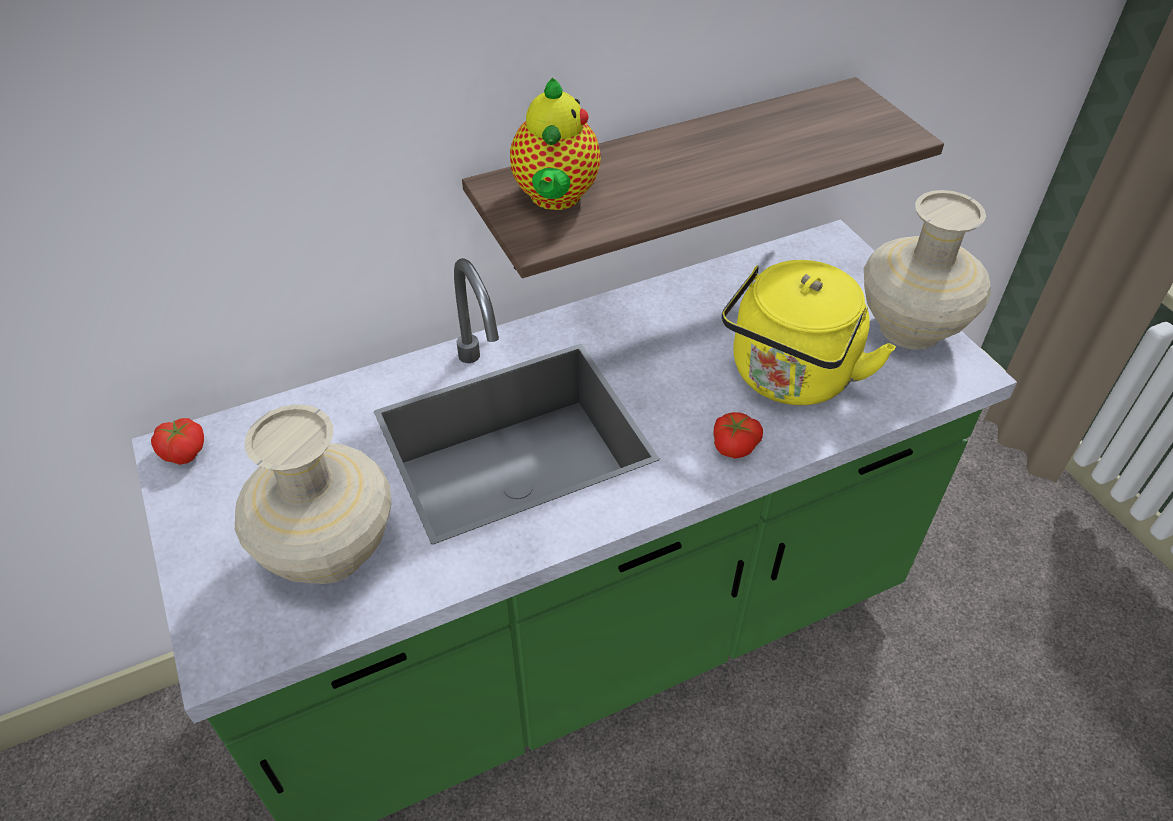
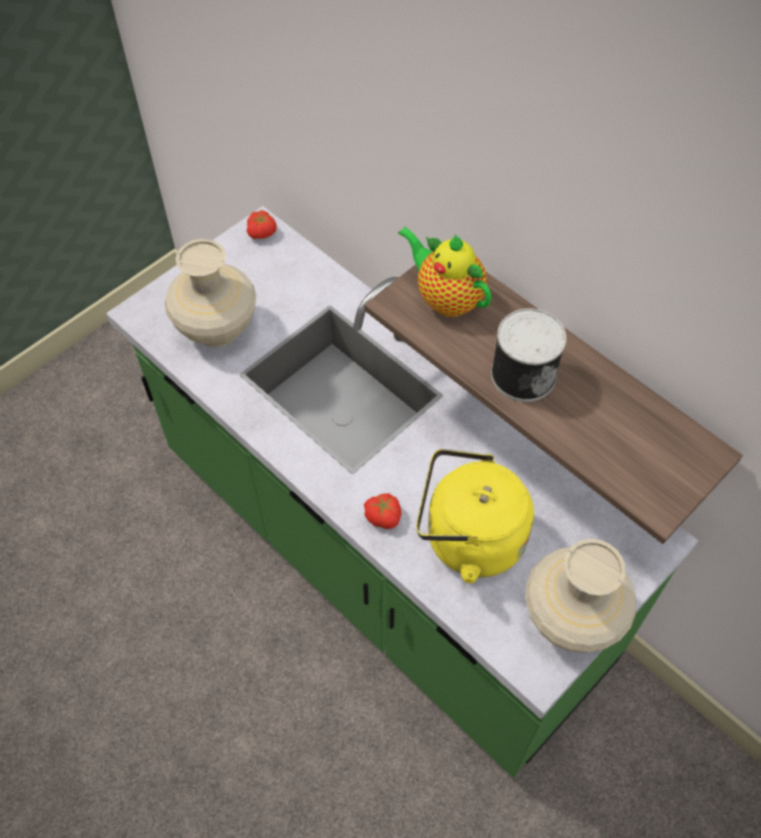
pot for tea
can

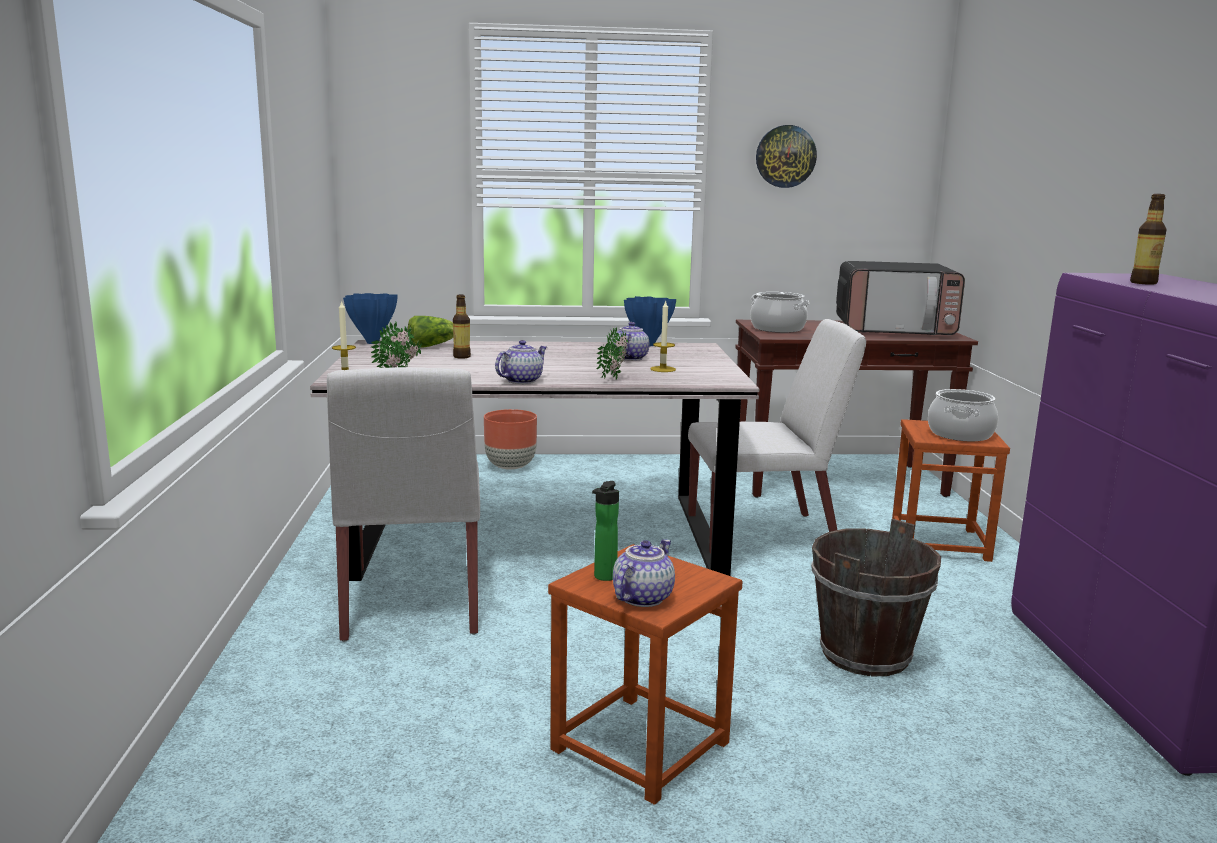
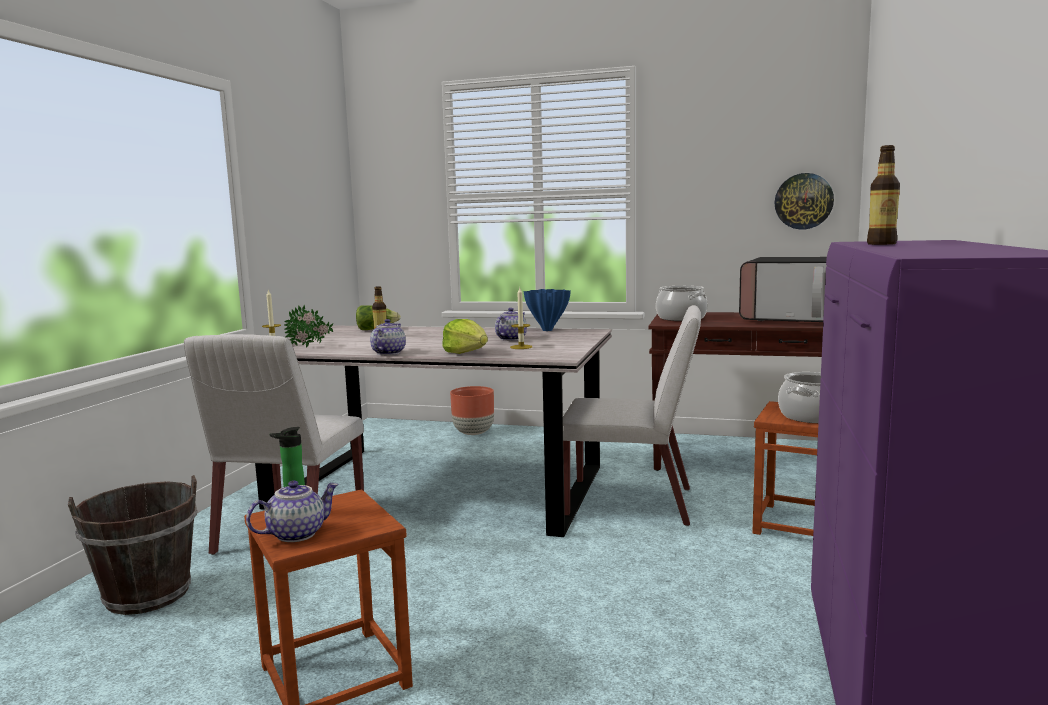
clock on the wall
flower vase (blue) (no. 1 from left in the first image)
head of lettuce (no. 2 from left)
pot for tea (no. 2 from left)
bucket (brown)

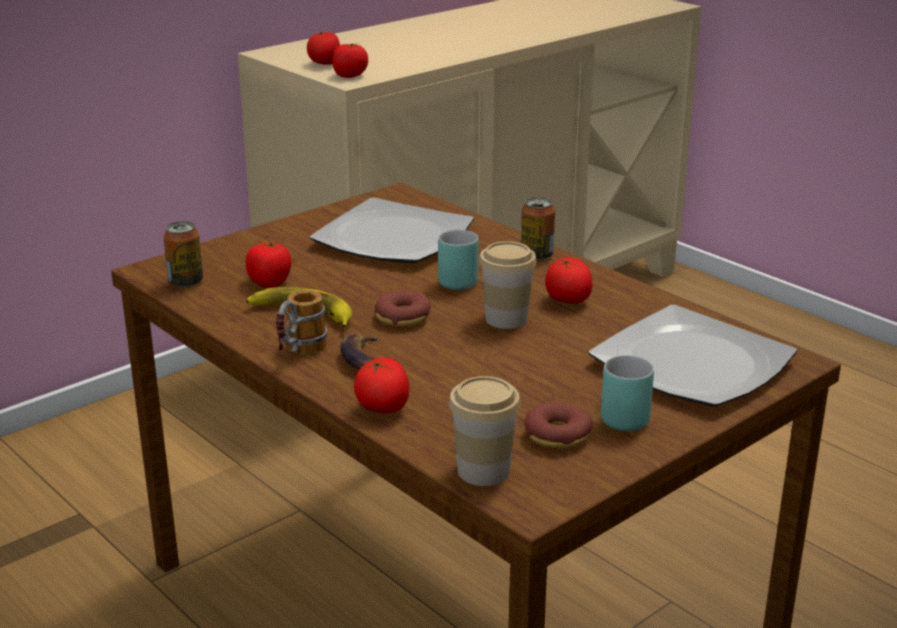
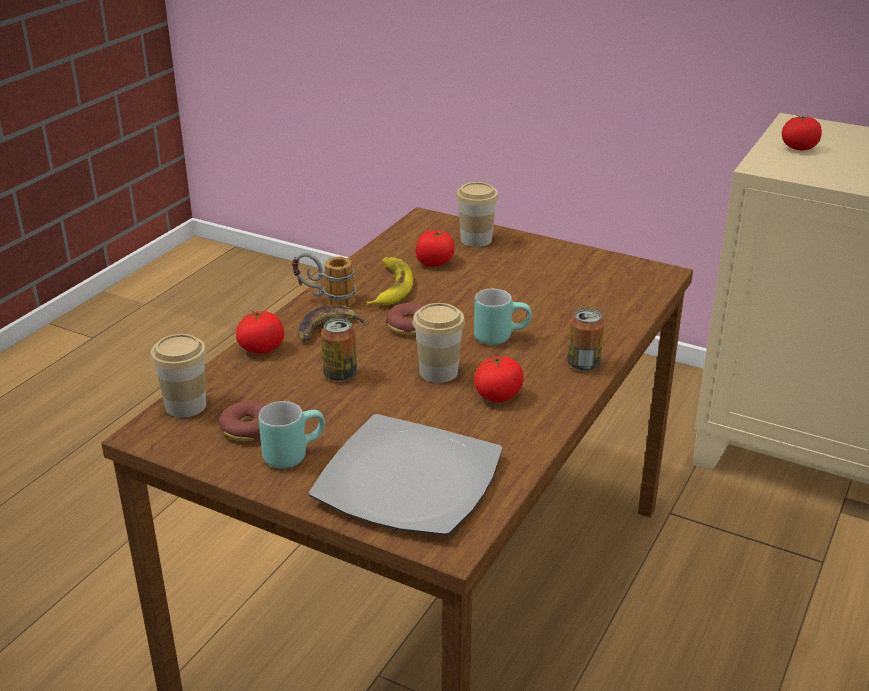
whole tomato (no. 3 from left in the first image)
dinner plate (no. 1 from left in the first image)
can (no. 1 from left)
small cup (no. 3 from left)

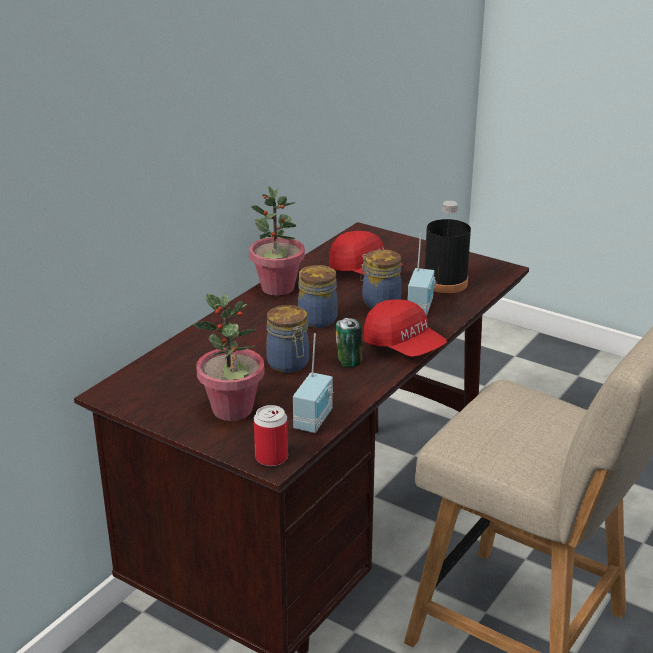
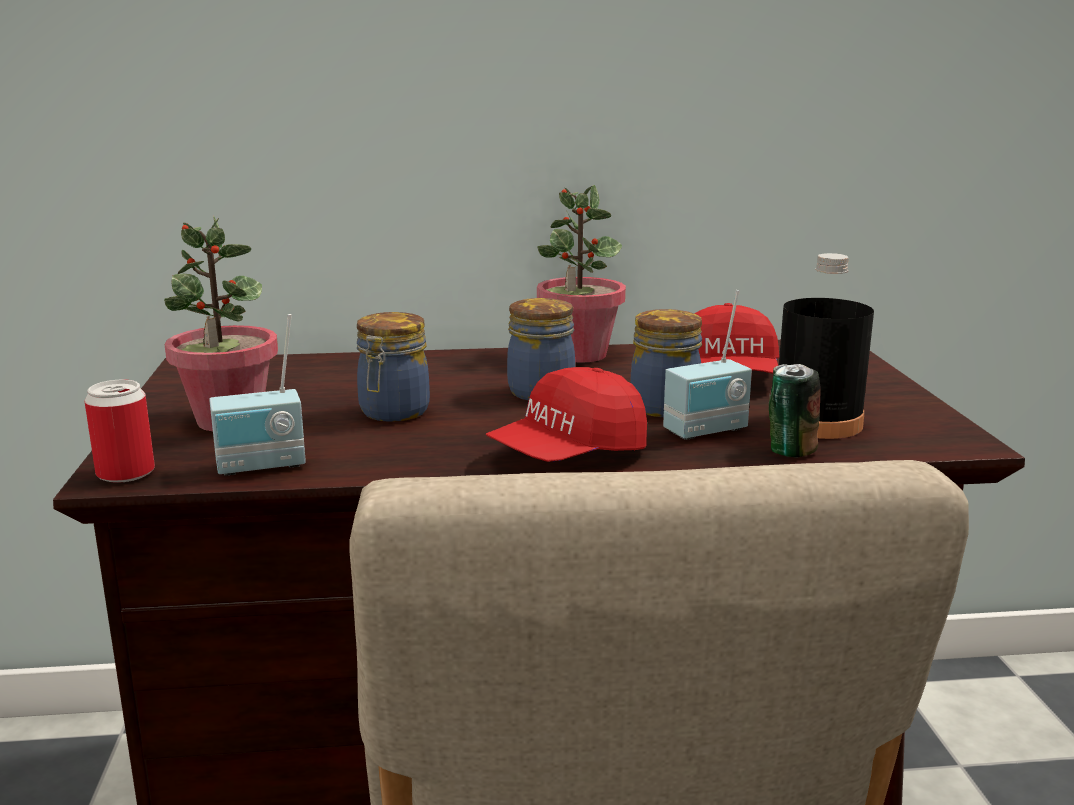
cap (reddish) (no. 1 from left)
can (no. 2 from left)

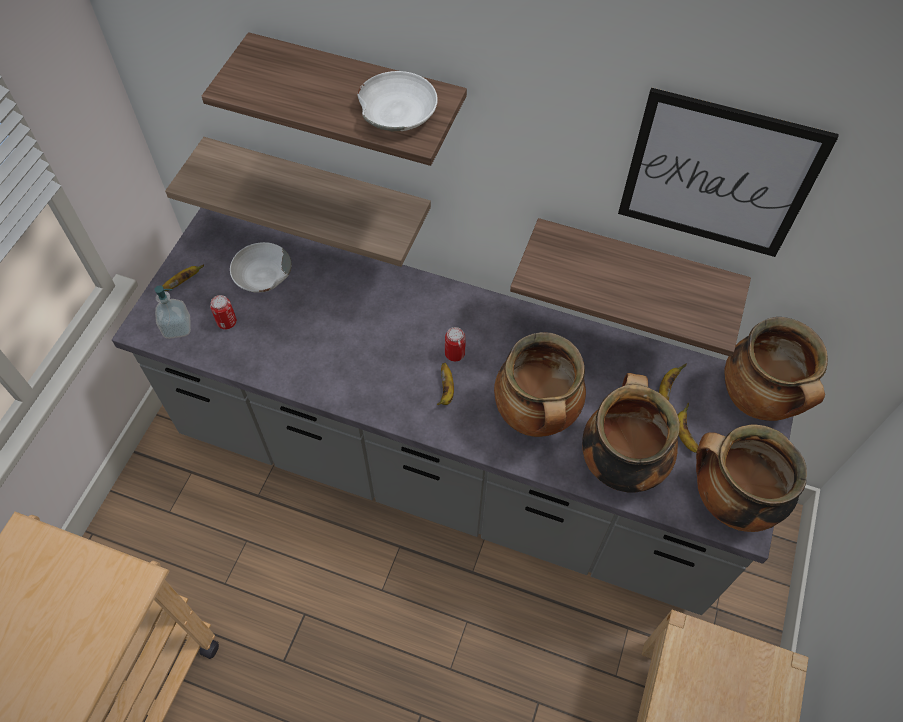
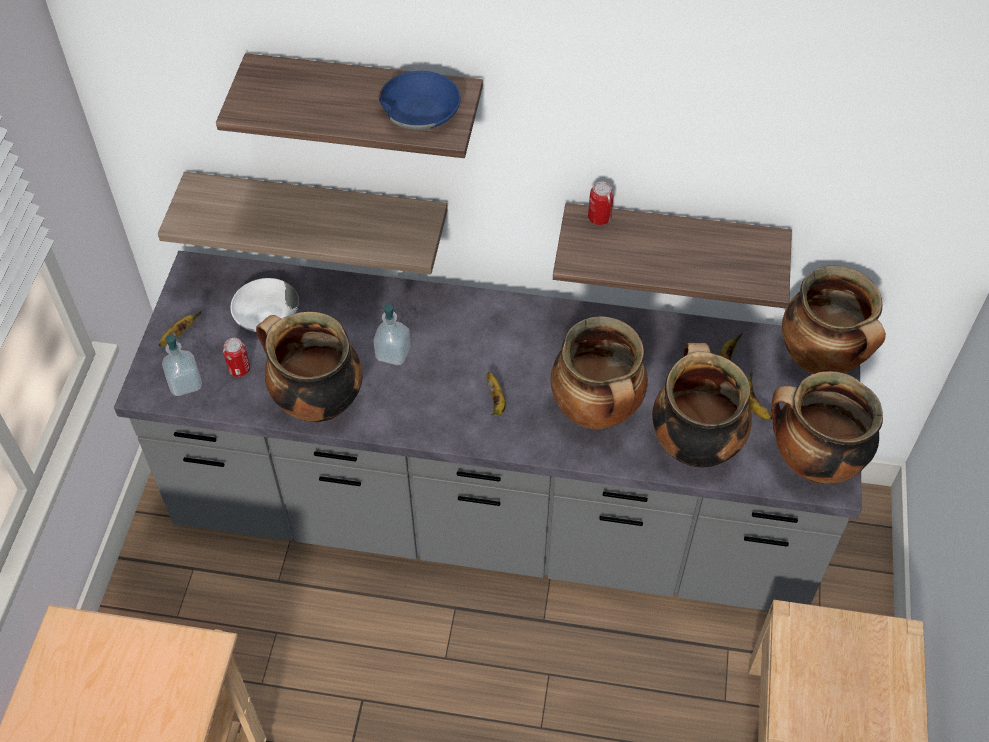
serving bowl (blue)
picture
can (no. 2 from left)
liquid soap bottle (no. 2 from left)
stockpot (no. 1 from left)

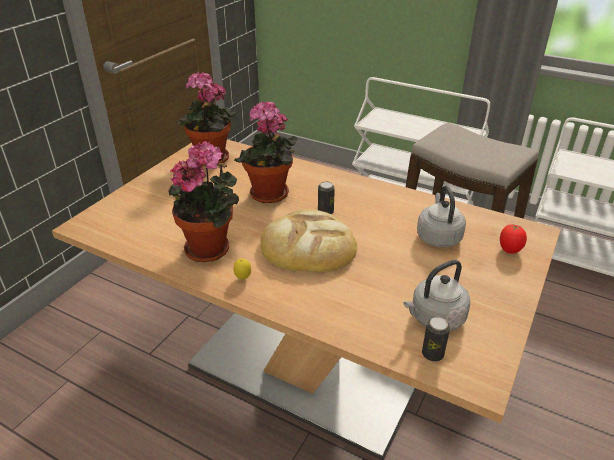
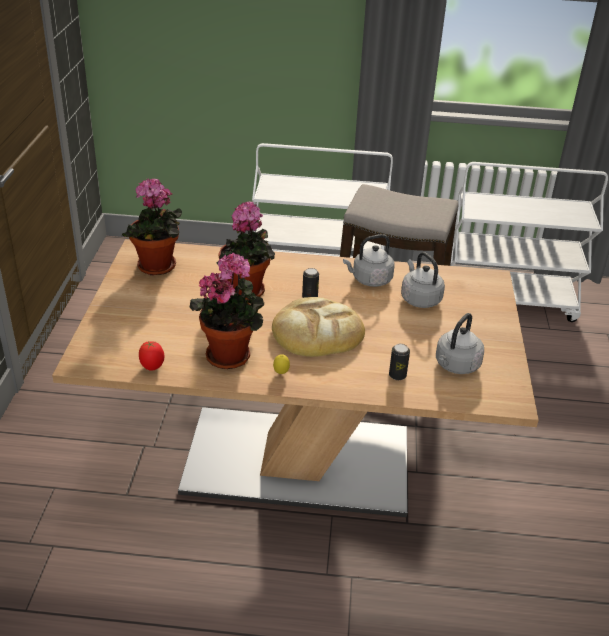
whole tomato
can (no. 2 from left)
tea kettle (greyish) (no. 1 from left)

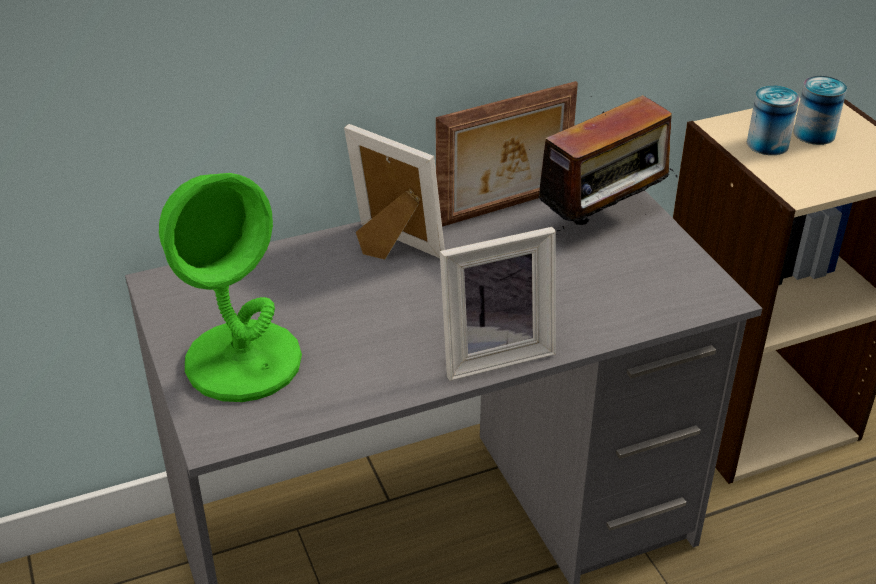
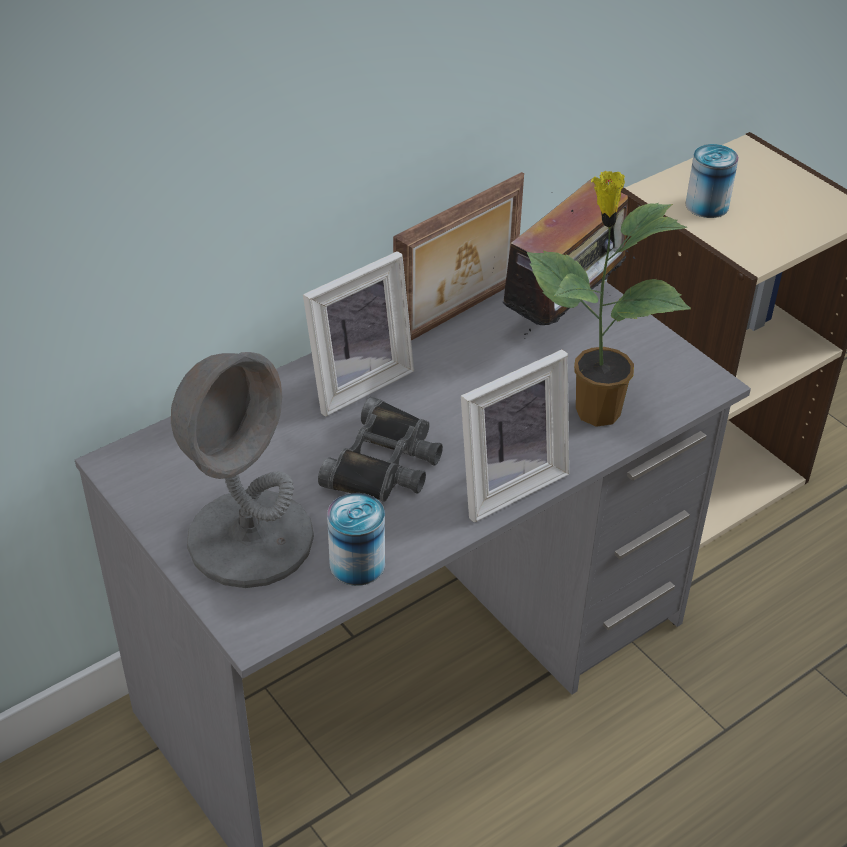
can (no. 1 from left)
photo frame (no. 1 from left)
tabletop lamp (greyish)
houseplant
binoculars (black)

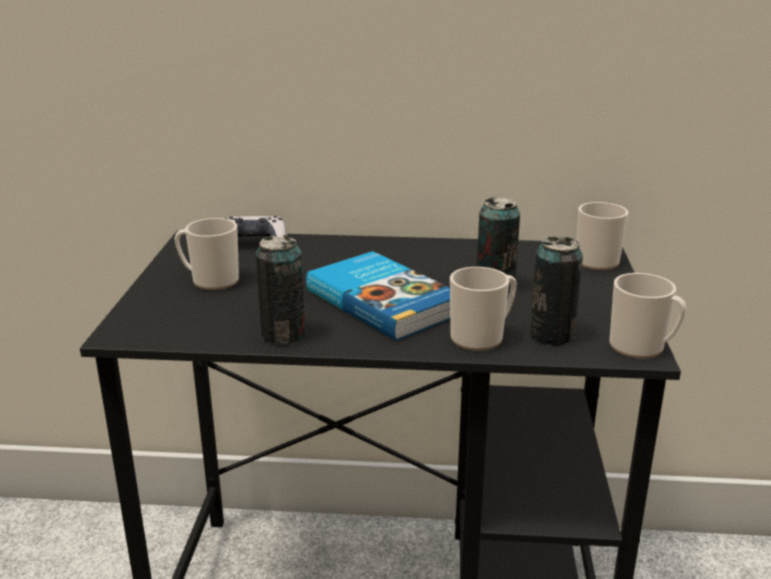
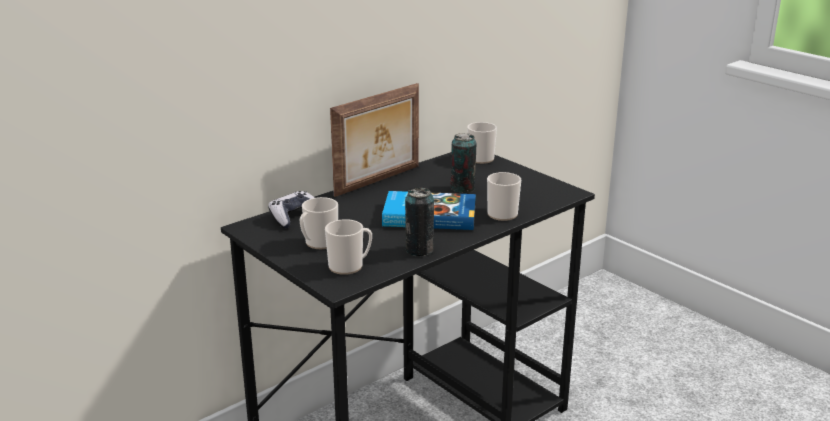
can (no. 3 from left in the first image)
tea mug (no. 2 from left)
photo frame

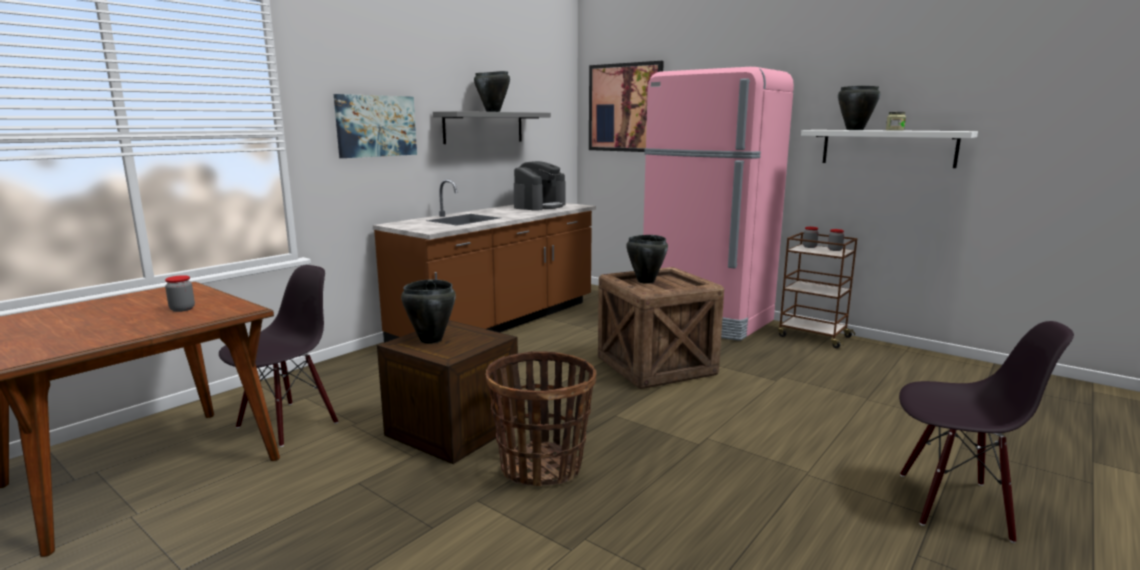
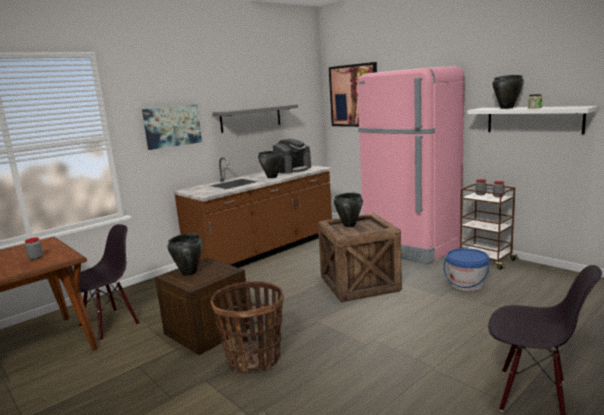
stockpot (black) (no. 2 from left)
bucket (blue)

